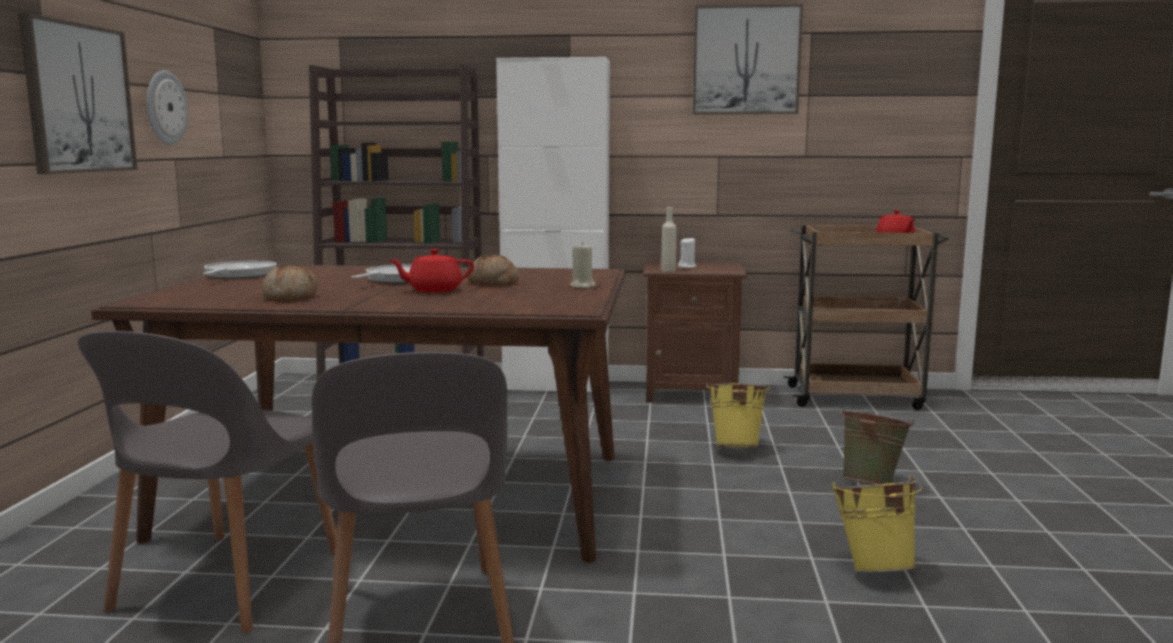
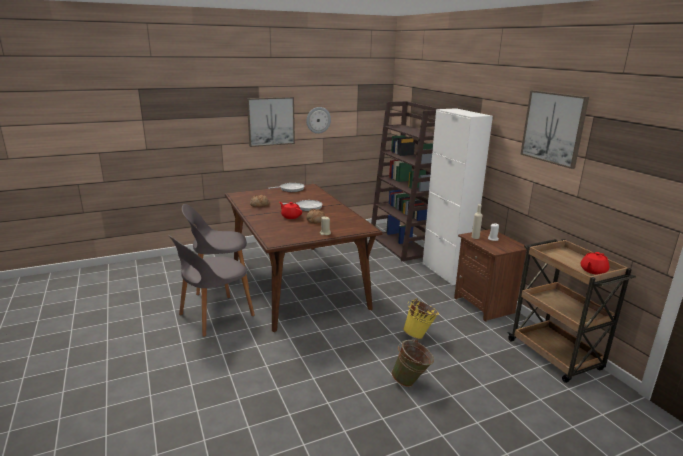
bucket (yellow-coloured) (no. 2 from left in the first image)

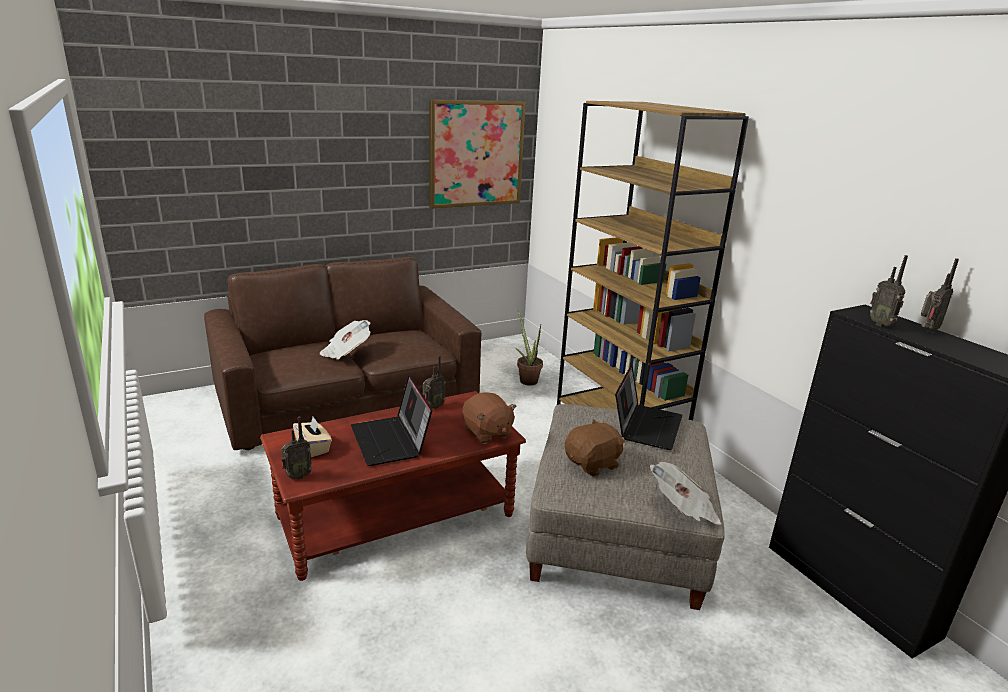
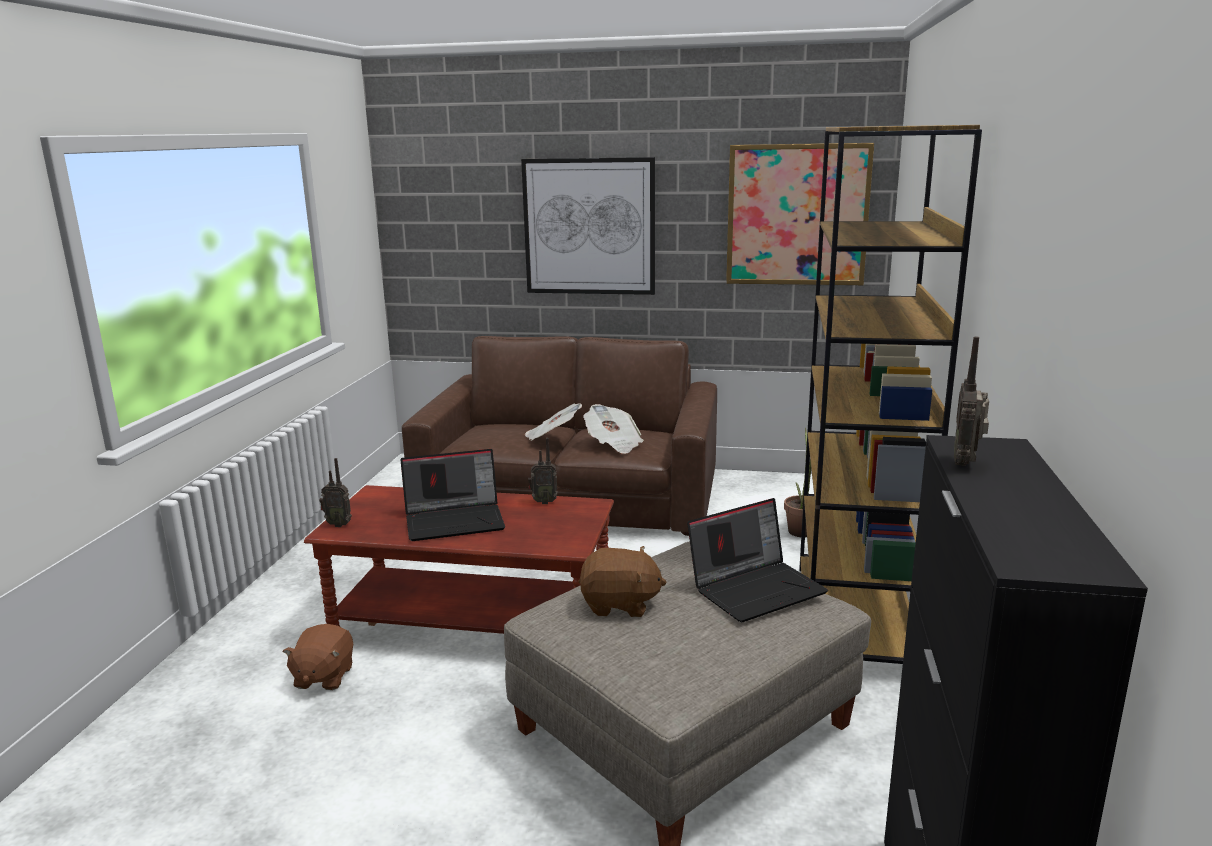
radio set (no. 4 from left in the first image)
portable computer (no. 1 from left)
cuddly toy (brown) (no. 1 from left)
tissue holder (sand-coloured)
printed paper (no. 2 from left)
picture (no. 1 from left)

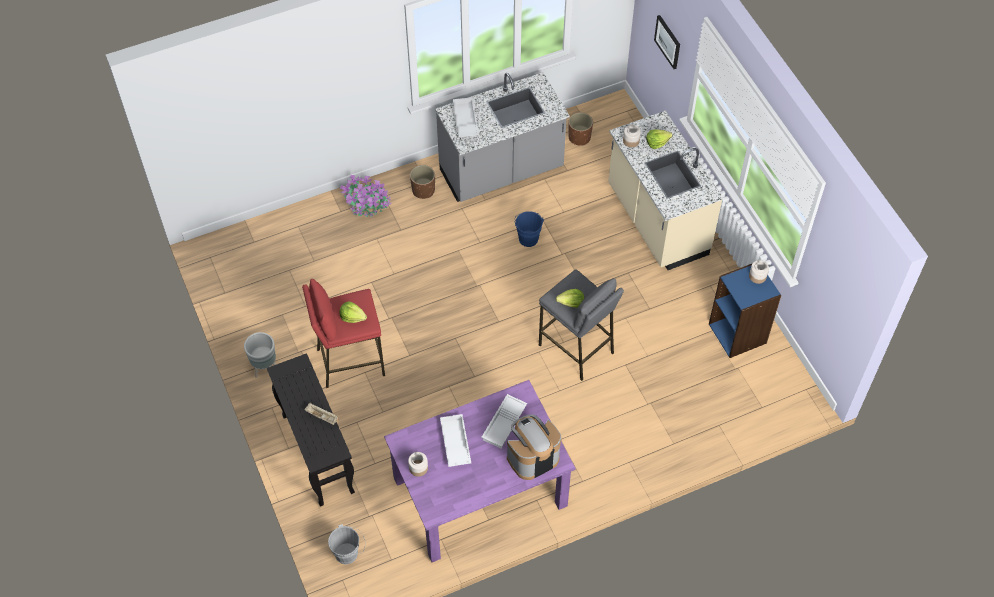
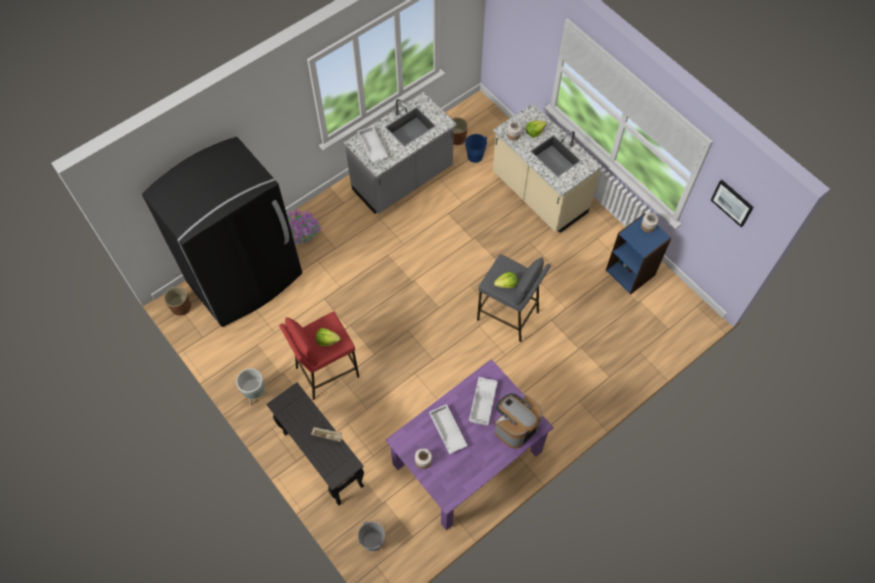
picture
planter (brown) (no. 1 from left)
bucket (blue)
fridge (black)

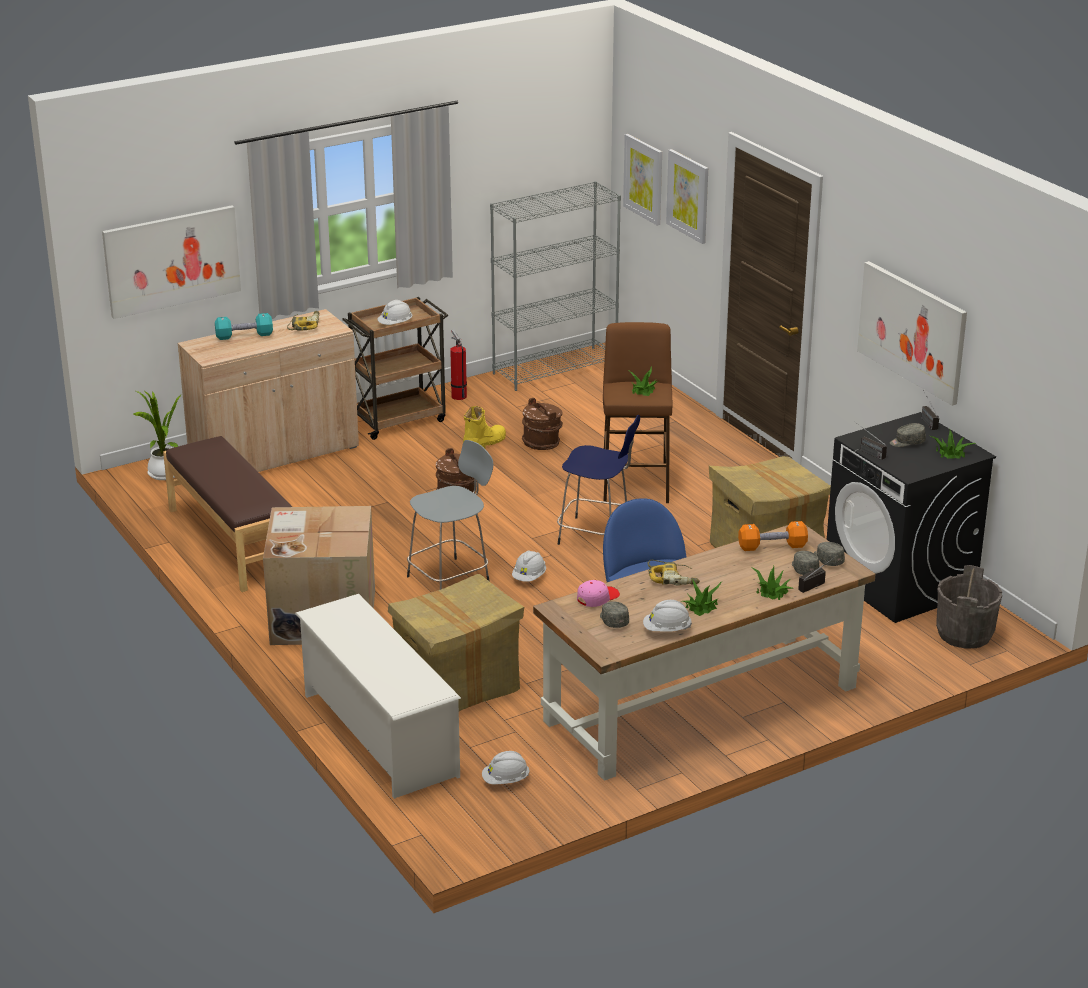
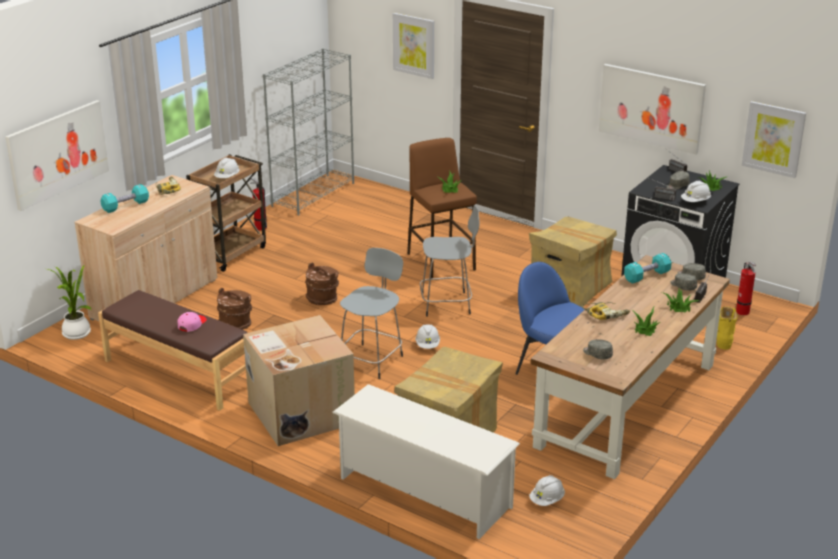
picture (no. 4 from left)
bucket (brown) (no. 1 from left)
high-top boot (yellow-coloured)
sitting stool (greyish) (no. 2 from left)
hand weight (turquoise-coloured) (no. 2 from left)
fire-fighting cylinder (no. 2 from left)
cap (pink-coloured)
hard hat (whitish) (no. 4 from left)

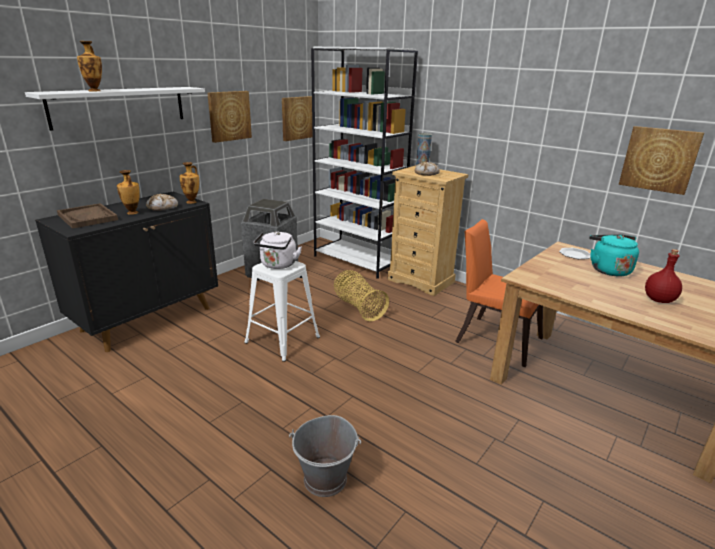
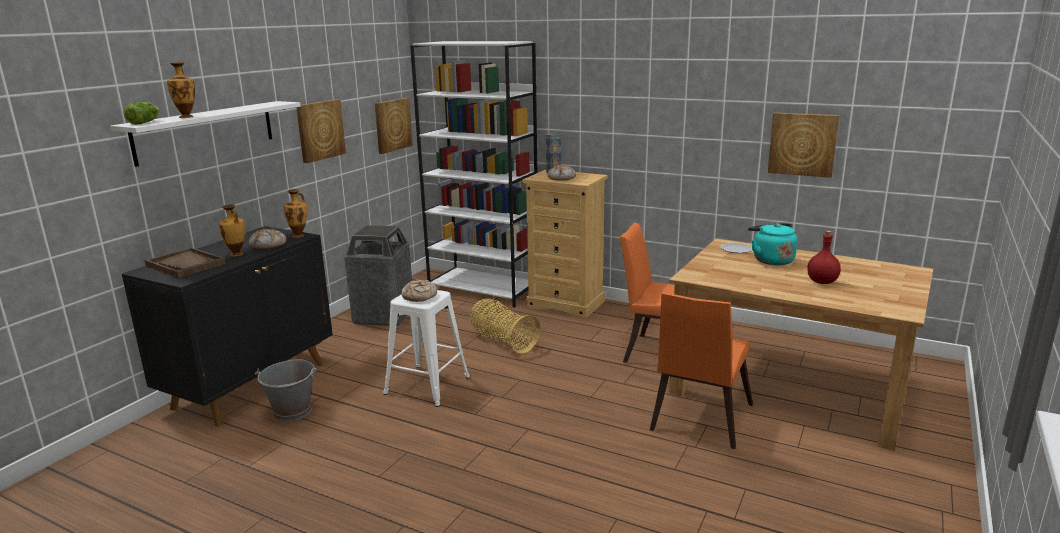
baked bread (no. 2 from left)
bucket (greyish)
head of lettuce
plain chair (orange) (no. 2 from left)

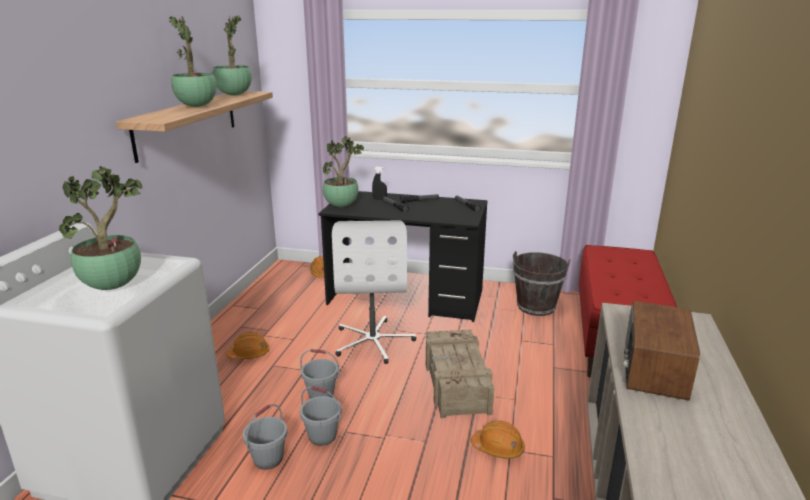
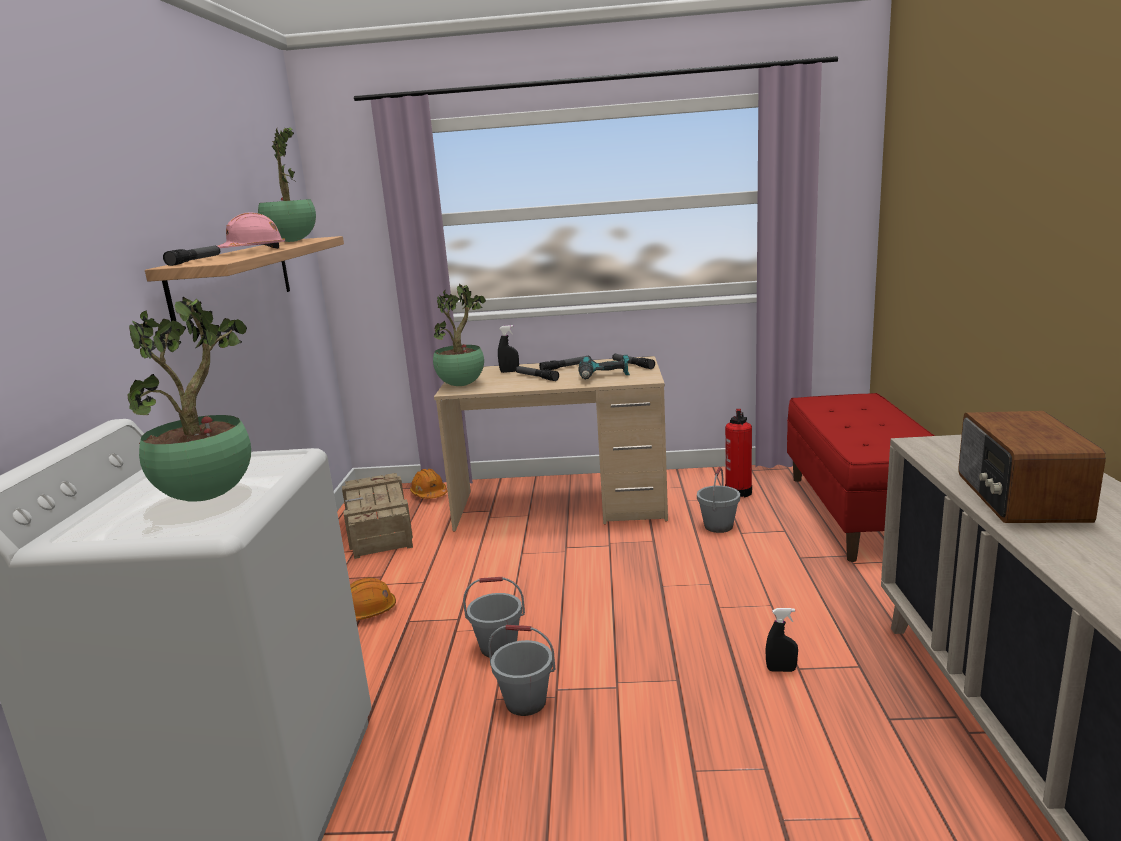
hard hat (pink-coloured)
desk (sand-coloured)
computer chair (whitish)
fire-fighting cylinder
packing crate
bucket (greyish) (no. 3 from left)
hand sprayer (black) (no. 2 from left)
hand torch (no. 1 from left)
drill

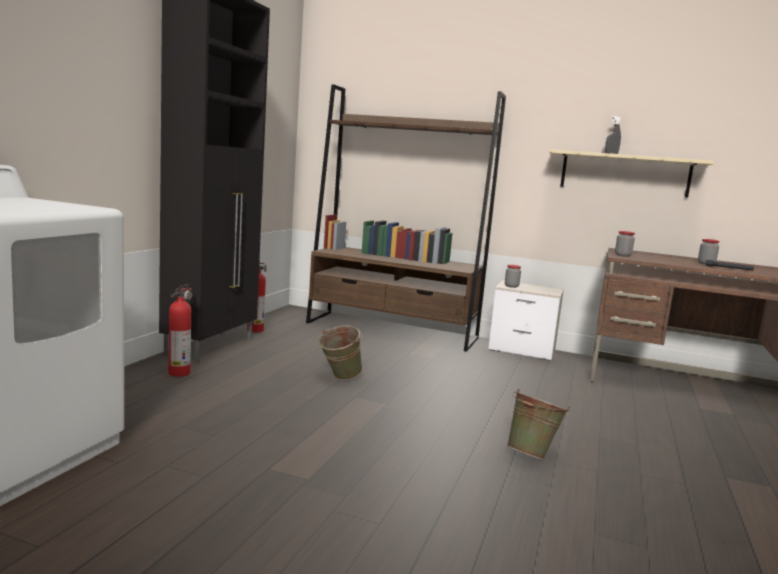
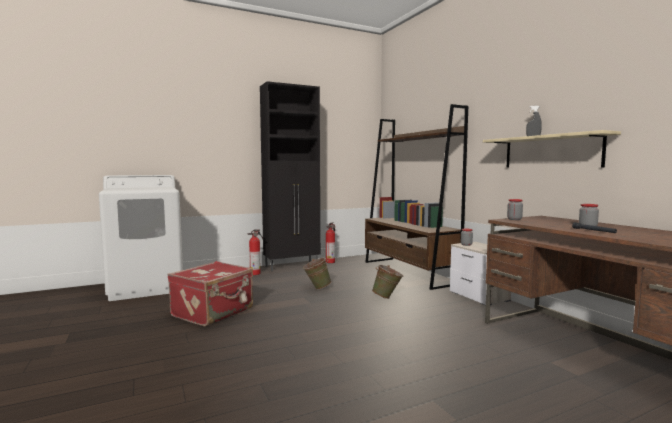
bucket (green-coloured) (no. 2 from left)
suitcase (reddish)

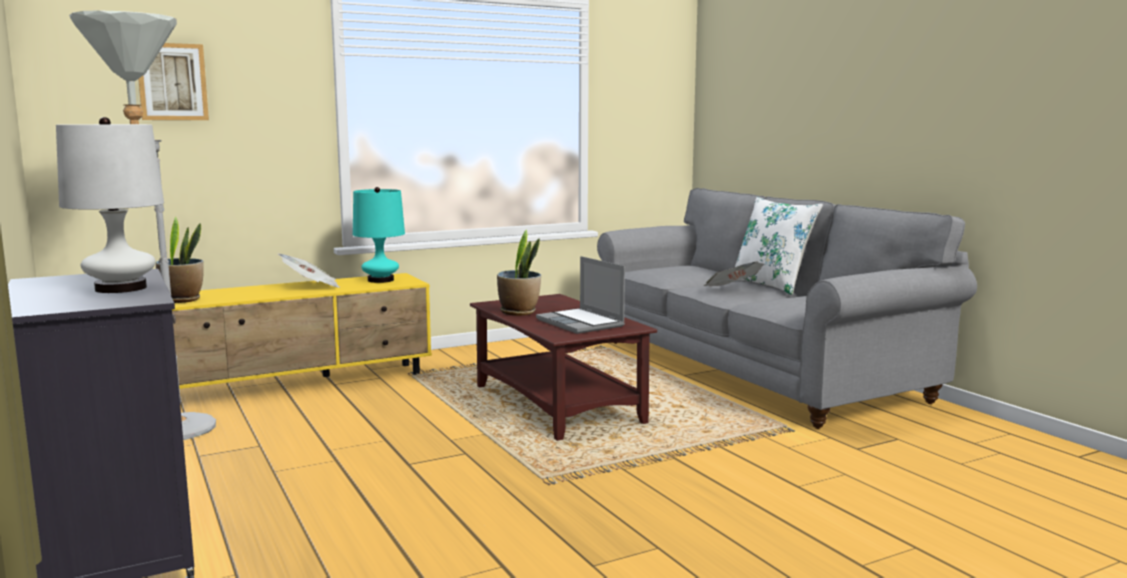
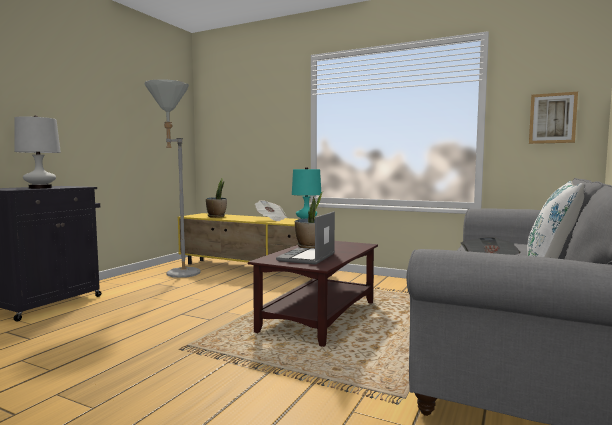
picture

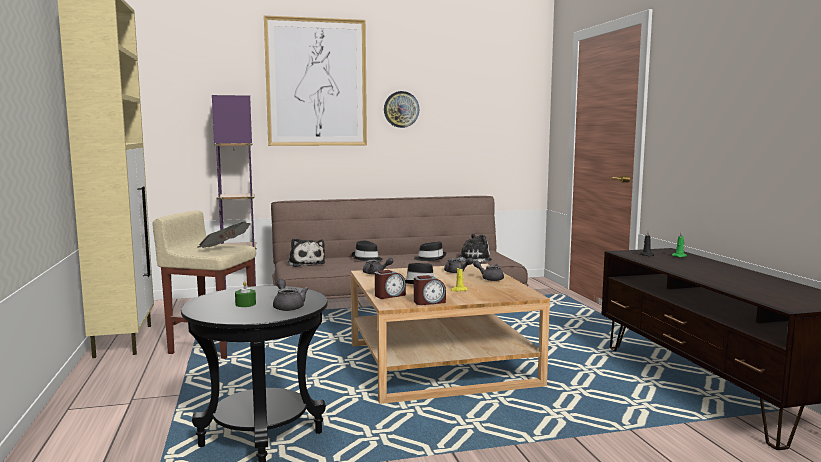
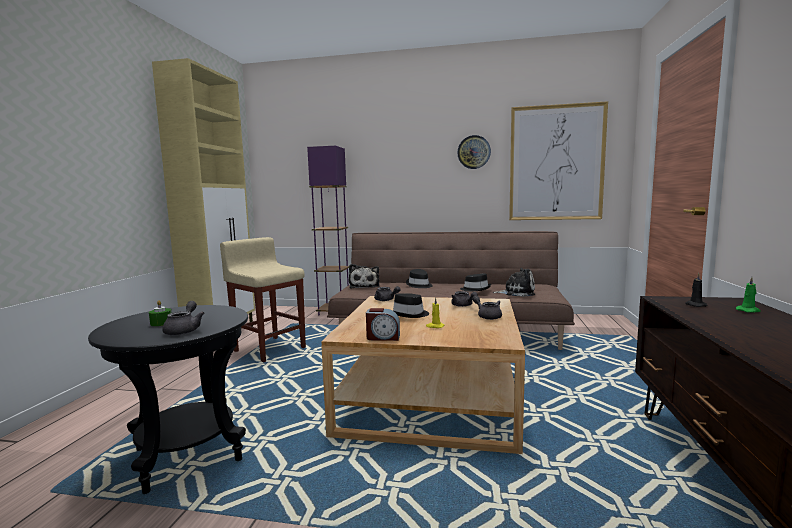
picture
printed paper
table clock (no. 1 from left in the first image)

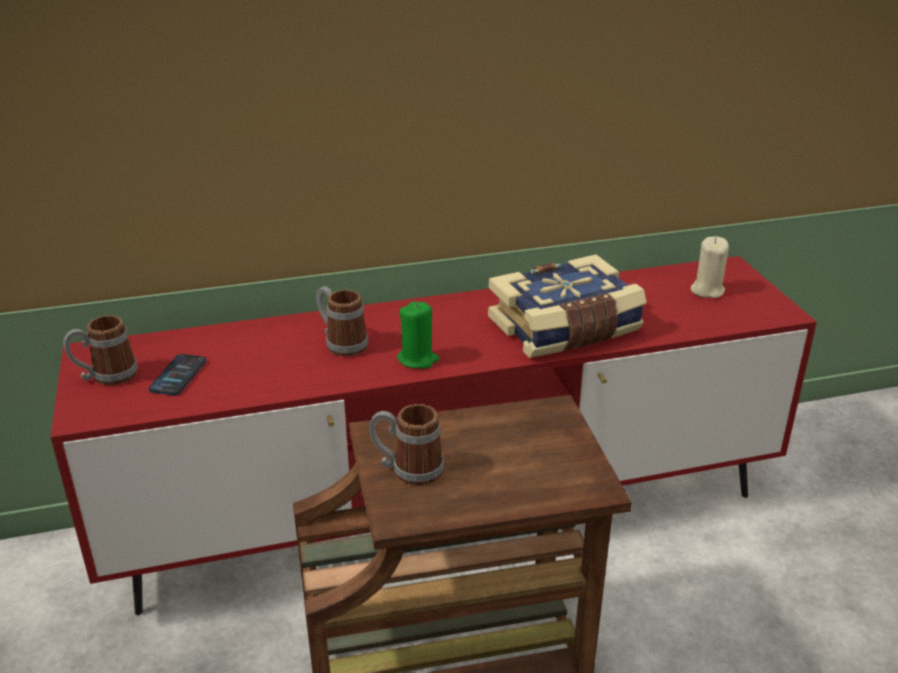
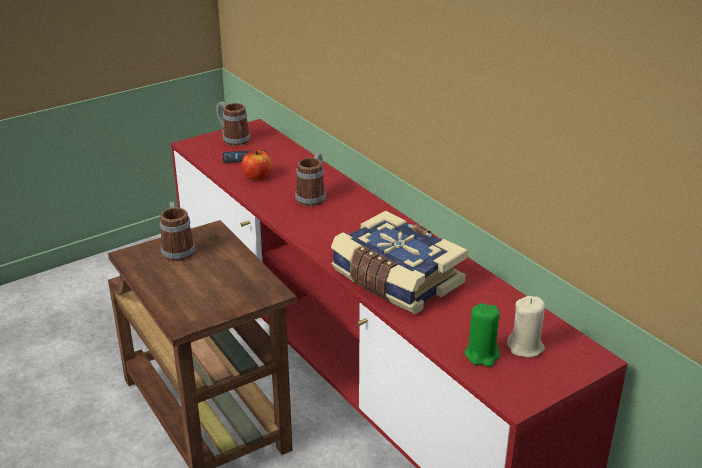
candle (green-coloured)
apple fruit

